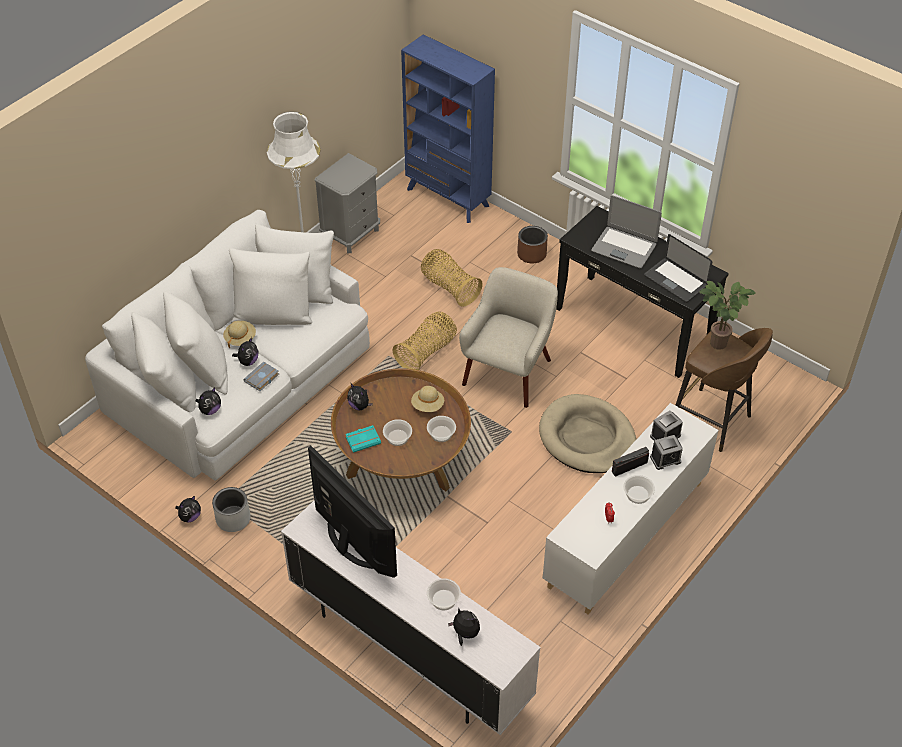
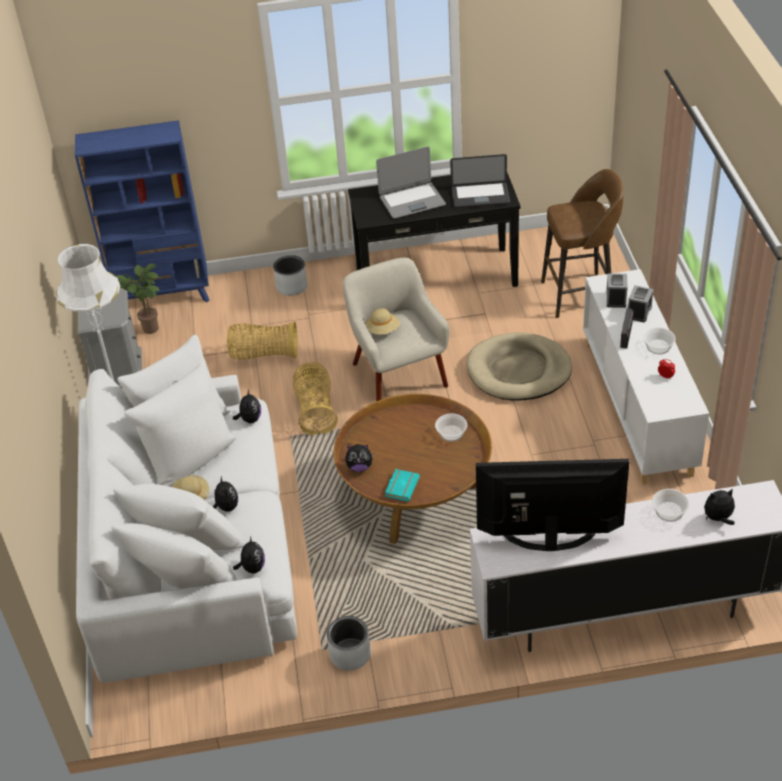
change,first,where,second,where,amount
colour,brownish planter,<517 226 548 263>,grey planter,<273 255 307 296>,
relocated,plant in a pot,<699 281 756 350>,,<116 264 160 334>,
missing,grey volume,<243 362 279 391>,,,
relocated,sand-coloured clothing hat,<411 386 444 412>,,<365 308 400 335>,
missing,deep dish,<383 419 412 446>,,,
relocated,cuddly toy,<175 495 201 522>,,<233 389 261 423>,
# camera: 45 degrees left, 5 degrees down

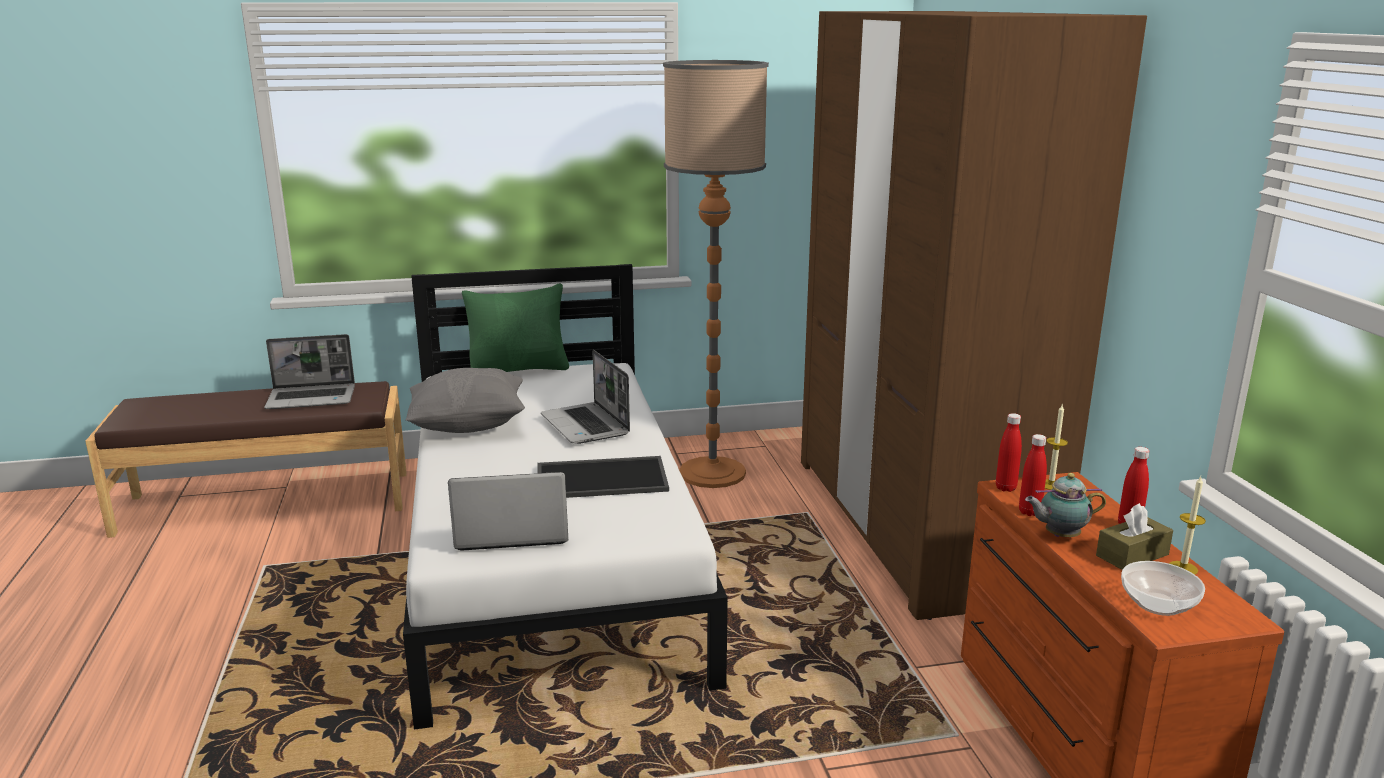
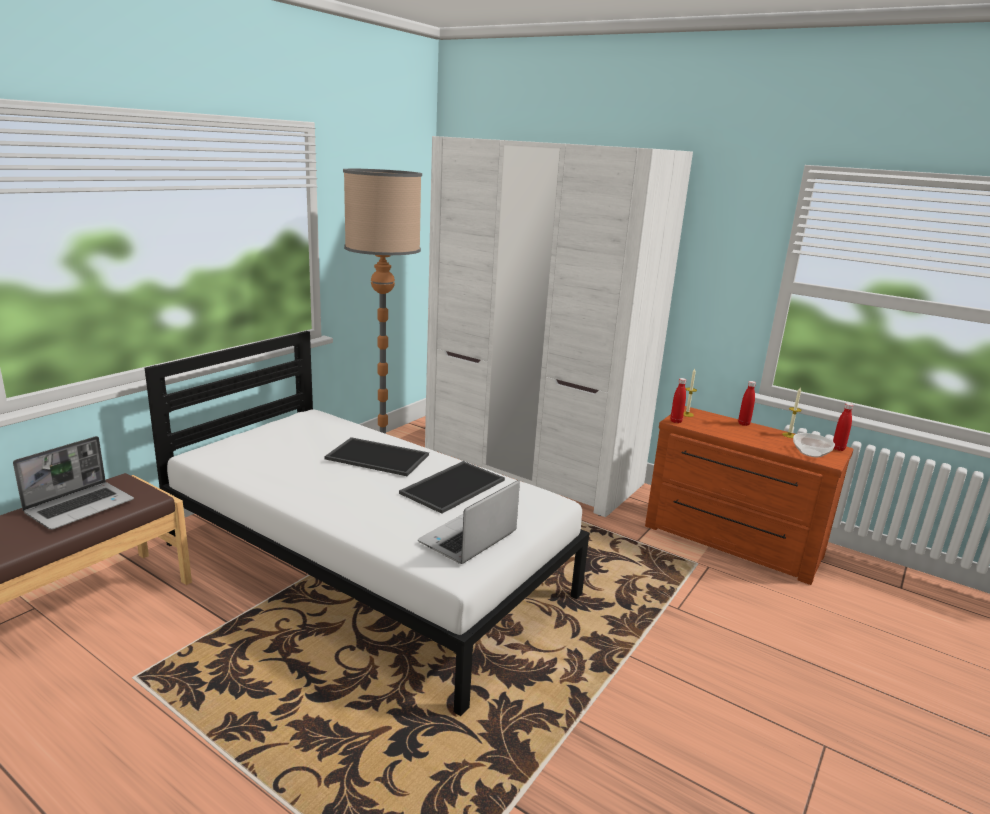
change,first,where,second,where,amount
colour,brownish clothes cupboard,<801 11 1147 620>,white-coloured clothes cupboard,<425 136 693 517>,
missing,greenish pillow,<462 283 569 372>,,,
exchanged,portable computer,<541 350 630 444>,tray,<325 437 429 476>,
missing,grey pillow,<406 368 525 433>,,,
relocated,reddish bottle,<1019 434 1047 516>,,<833 403 853 451>,
missing,pot for tea,<1025 473 1106 537>,,,
missing,brownish tissue holder,<1096 503 1173 570>,,,
# camera: 45 degrees left, 0 degrees up

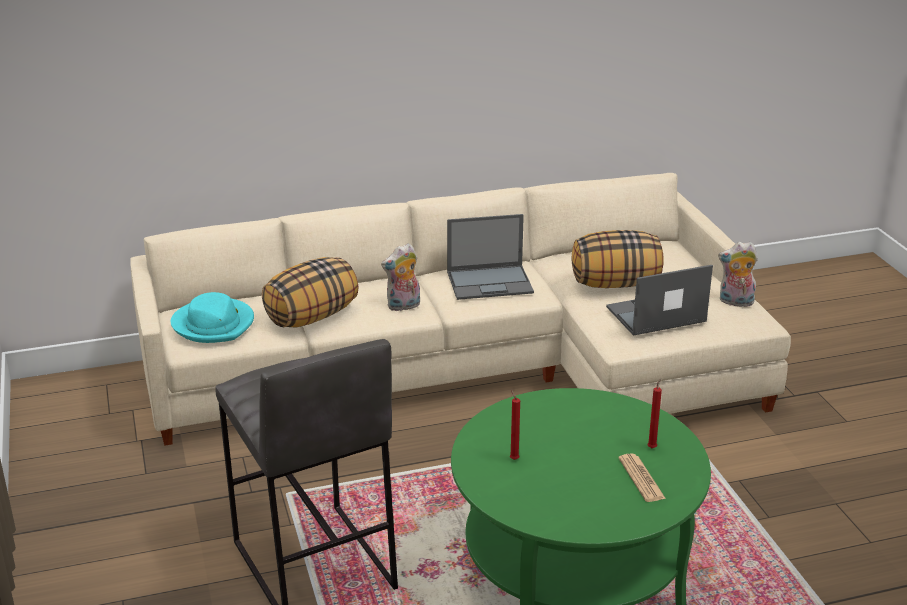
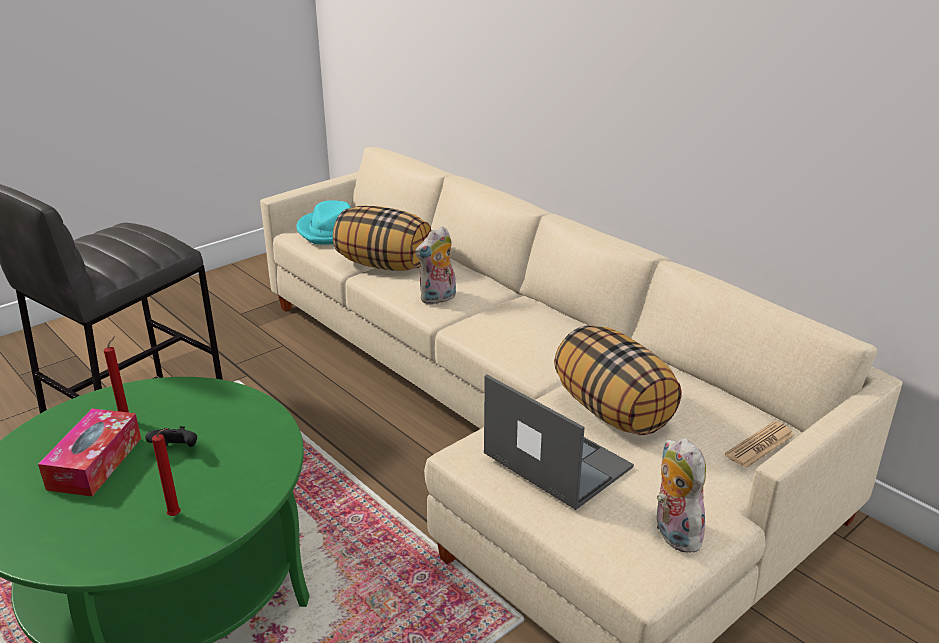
change,first,where,second,where,amount
missing,portable computer,<447 214 534 300>,,,
spun,cuddly toy,<381 244 420 311>,,<415 226 456 305>,75 degrees counterclockwise
relocated,printed paper,<618 453 666 502>,,<725 421 794 468>,
appeared,,,tissue holder,<38 408 141 496>,
appeared,,,black-coloured game controller,<145 426 197 447>,
# camera: 65 degrees right, 0 degrees up

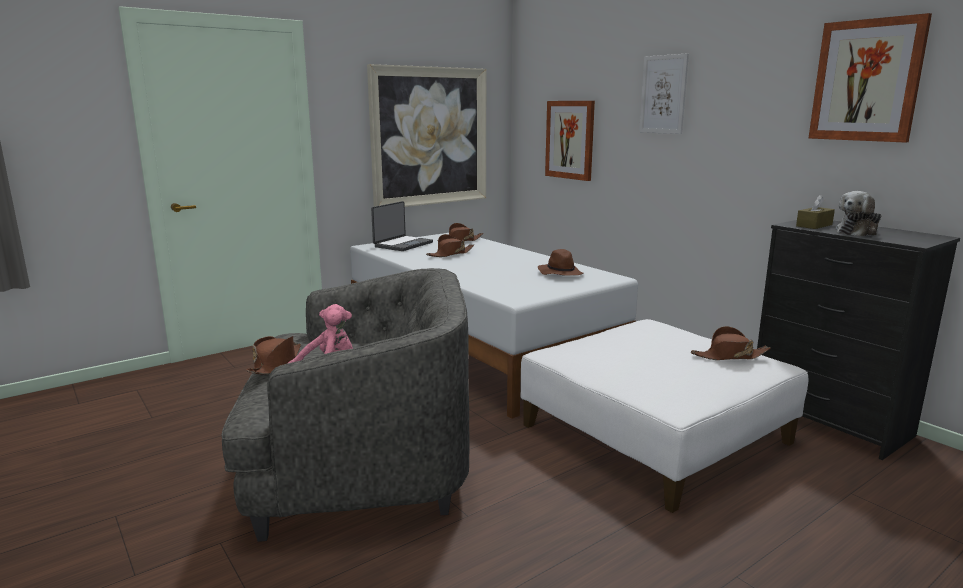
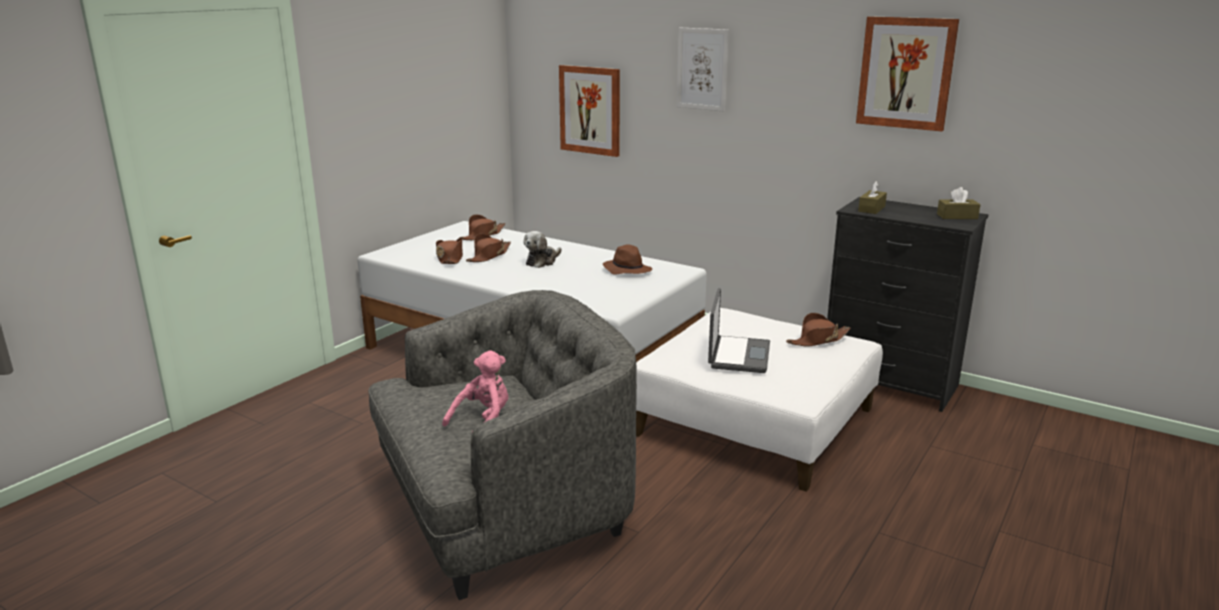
change,first,where,second,where,amount
missing,wall picture,<367 64 486 207>,,,
relocated,cuddly toy,<836 191 881 236>,,<523 231 562 268>,
relocated,portable computer,<371 201 433 251>,,<708 288 770 373>,
relocated,brownish clothing hat,<246 336 301 374>,,<436 237 463 264>,
appeared,,,brownish tissue holder,<937 187 980 219>,
# camera: 20 degrees left, 5 degrees up

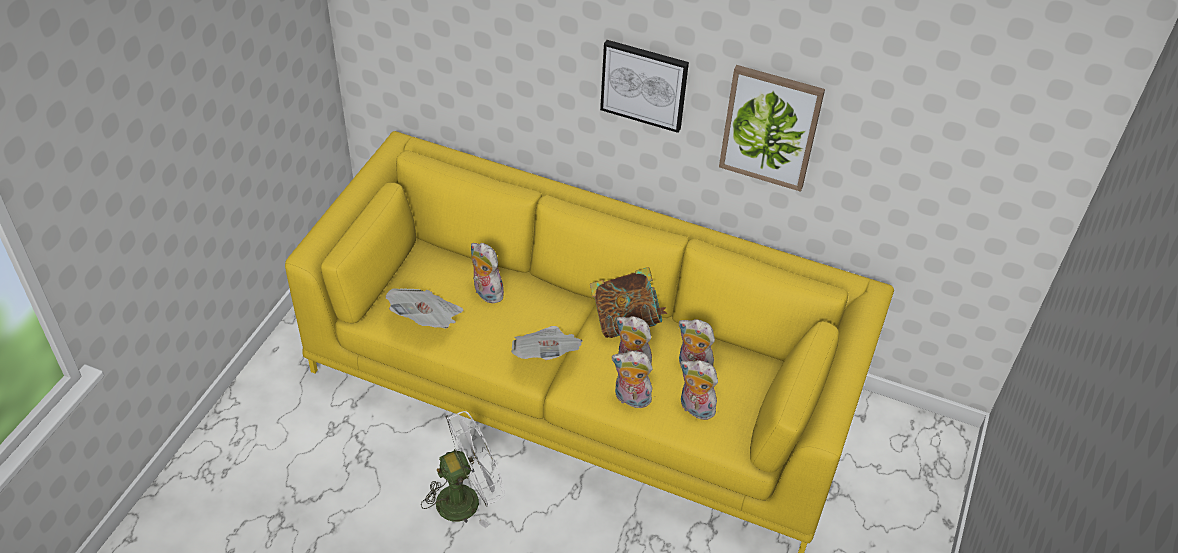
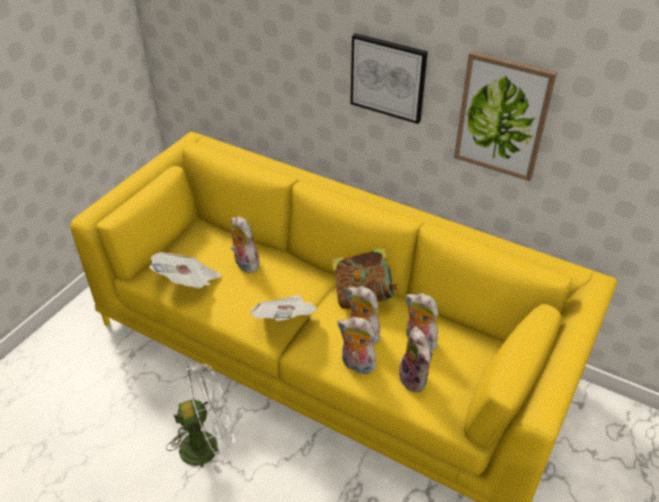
change,first,where,second,where,amount
spun,cuddly toy,<680 360 718 420>,,<396 327 433 392>,150 degrees counterclockwise
# camera: 10 degrees right, 5 degrees down

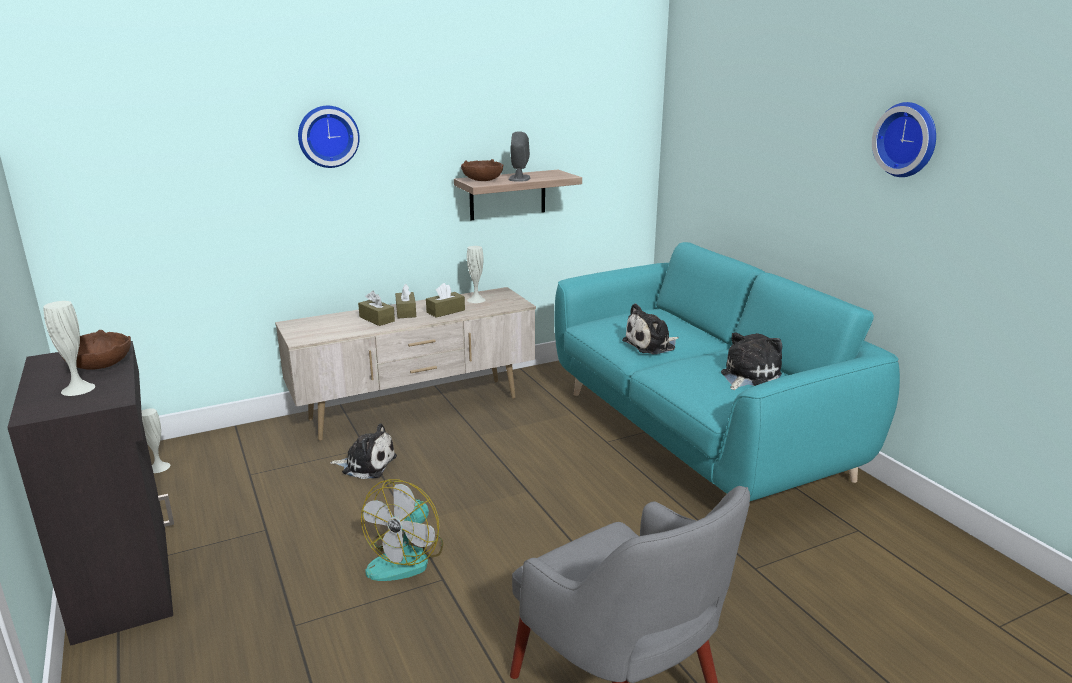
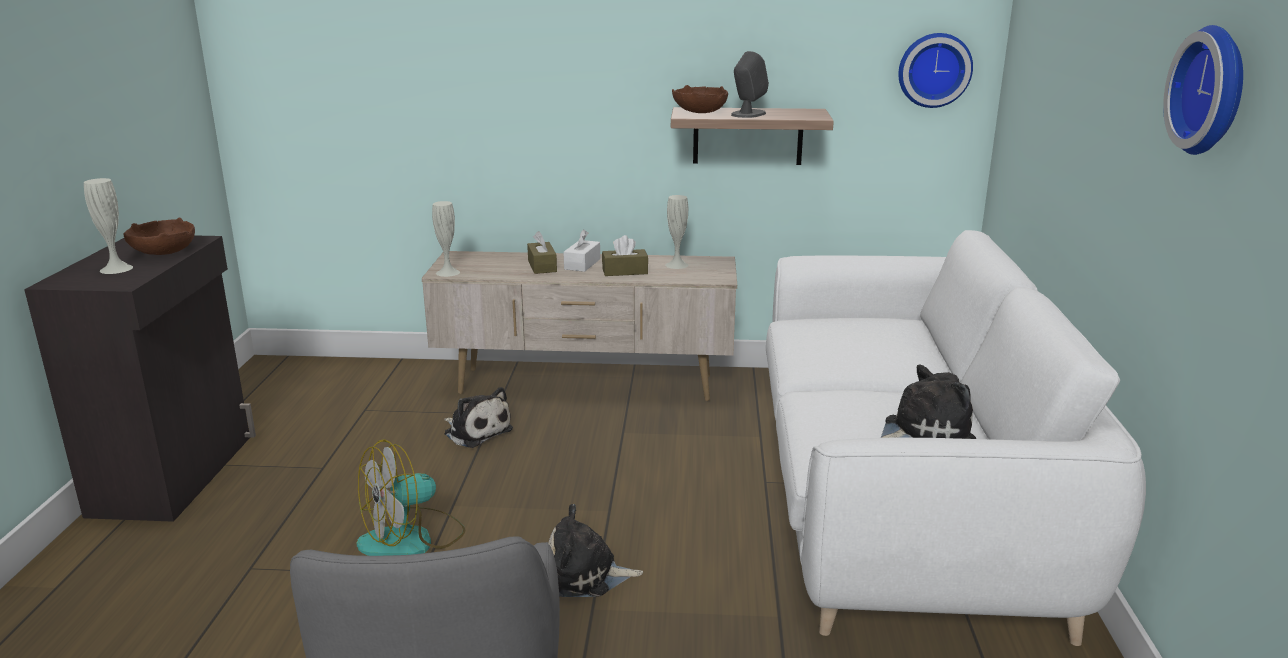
change,first,where,second,where,amount
relocated,wall clock,<298 106 360 168>,,<898 33 973 108>,
colour,blue-green sofa,<554 242 900 501>,white-coloured sofa,<766 230 1146 646>,
colour,brownish tissue holder,<395 284 416 318>,white-coloured tissue holder,<563 229 600 272>,
relocated,cuddly toy,<622 303 679 354>,,<548 504 643 597>,
relocated,white-coloured decorative vase,<142 408 170 473>,,<432 201 460 277>,
# camera: 30 degrees right, 0 degrees up

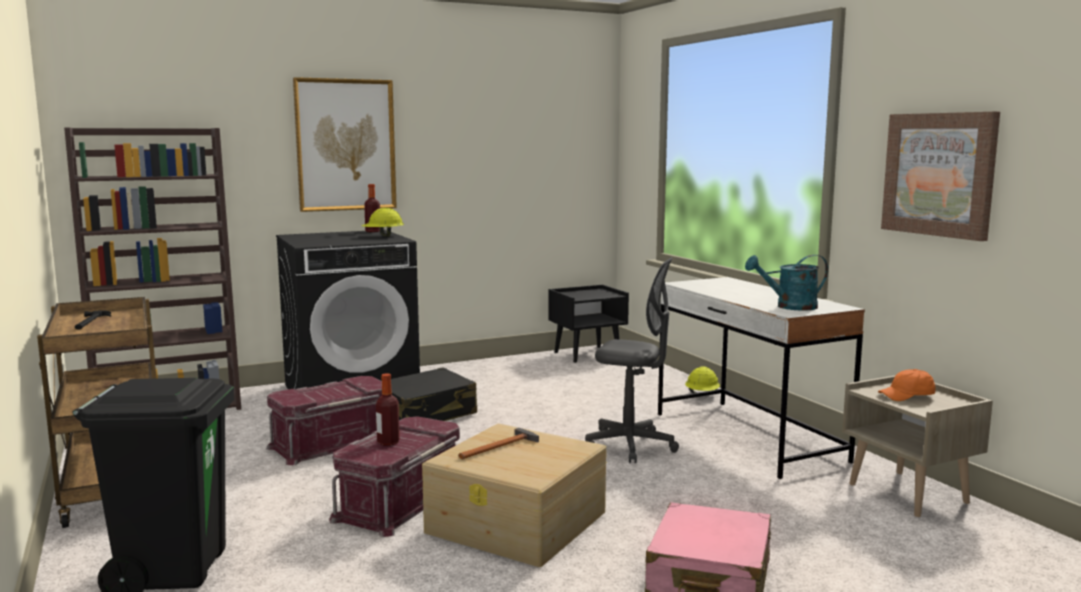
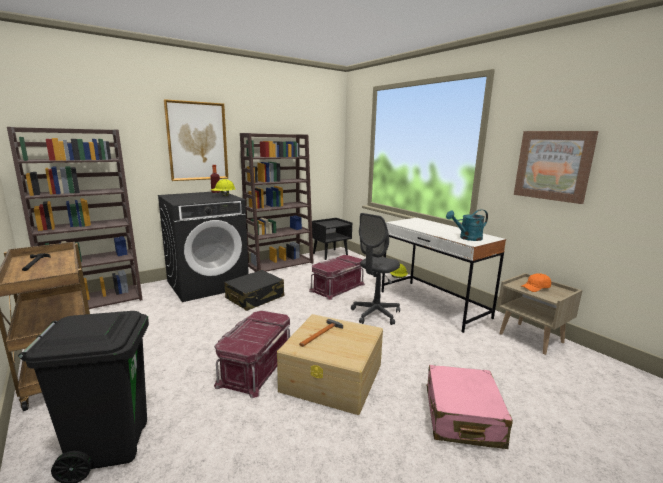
change,first,where,second,where,amount
spun,grey desk chair,<585 257 679 463>,,<351 213 400 325>,120 degrees clockwise
missing,bottle,<376 373 400 446>,,,
relocated,reddish storage container,<266 376 382 465>,,<309 255 365 300>,
appeared,,,brownish shelving unit,<240 133 314 272>,
# camera: 10 degrees left, 5 degrees up

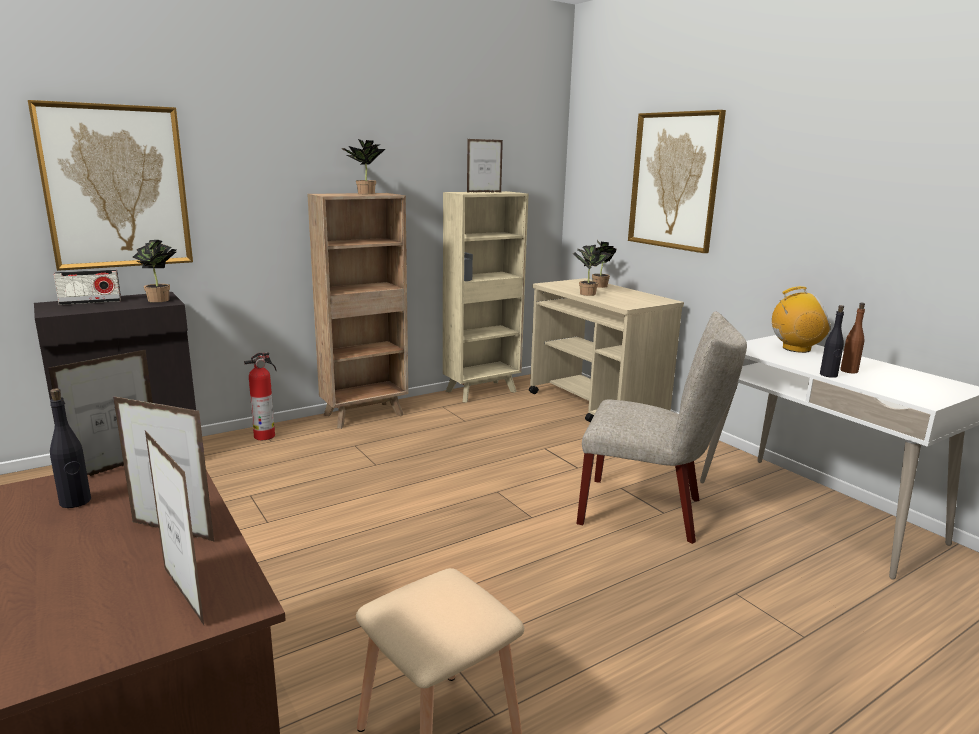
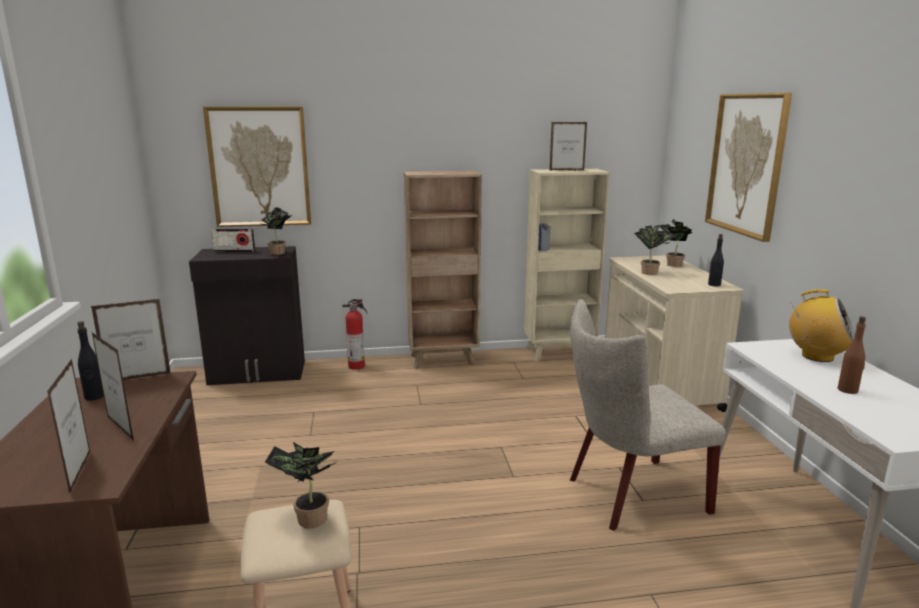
change,first,where,second,where,amount
relocated,plant in a pot,<341 139 385 194>,,<265 442 336 529>,
relocated,black-coloured bottle,<820 305 844 378>,,<708 234 724 287>,
spun,sand-coloured chair,<577 312 747 544>,,<570 299 726 531>,120 degrees clockwise
# camera: 25 degrees right, 0 degrees up

